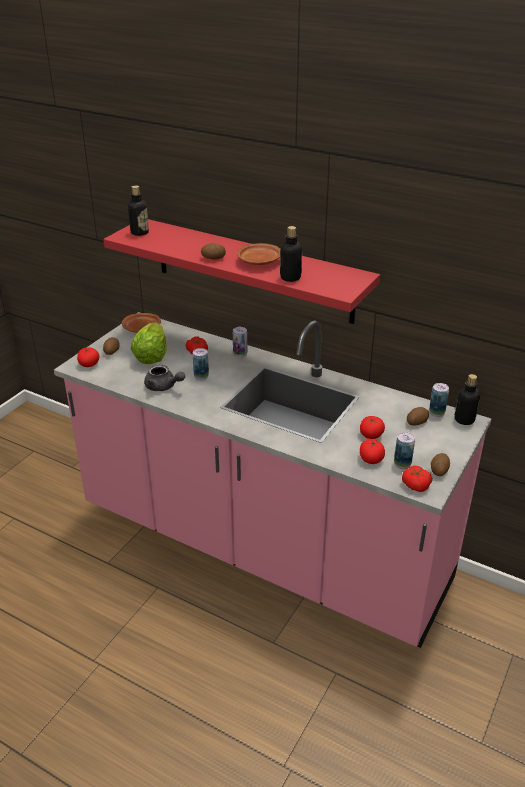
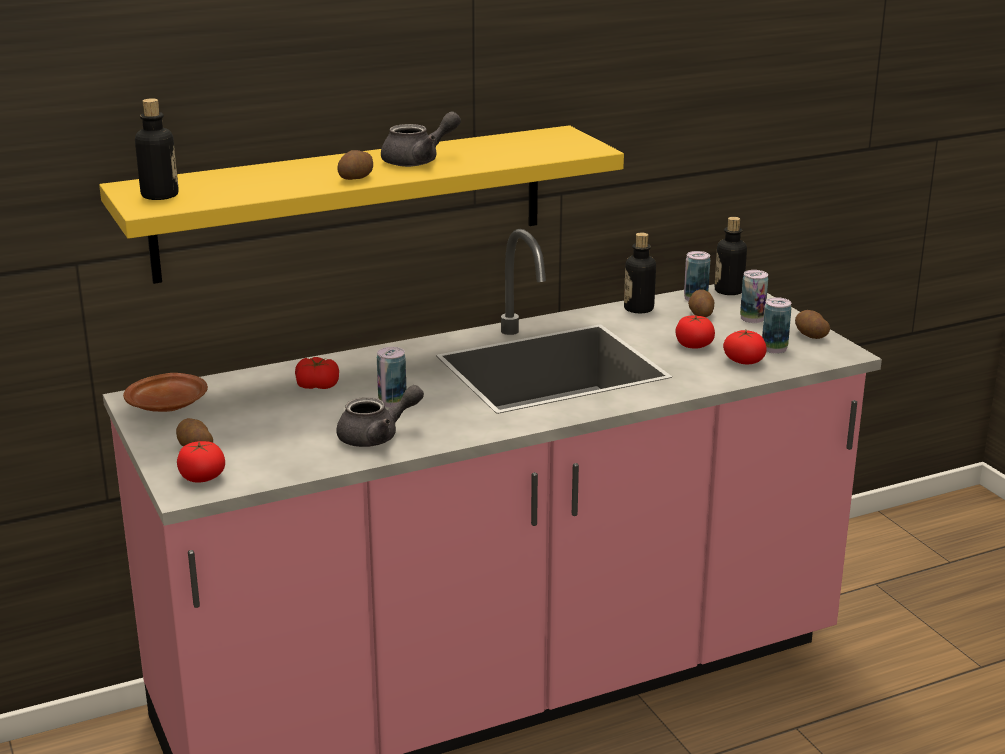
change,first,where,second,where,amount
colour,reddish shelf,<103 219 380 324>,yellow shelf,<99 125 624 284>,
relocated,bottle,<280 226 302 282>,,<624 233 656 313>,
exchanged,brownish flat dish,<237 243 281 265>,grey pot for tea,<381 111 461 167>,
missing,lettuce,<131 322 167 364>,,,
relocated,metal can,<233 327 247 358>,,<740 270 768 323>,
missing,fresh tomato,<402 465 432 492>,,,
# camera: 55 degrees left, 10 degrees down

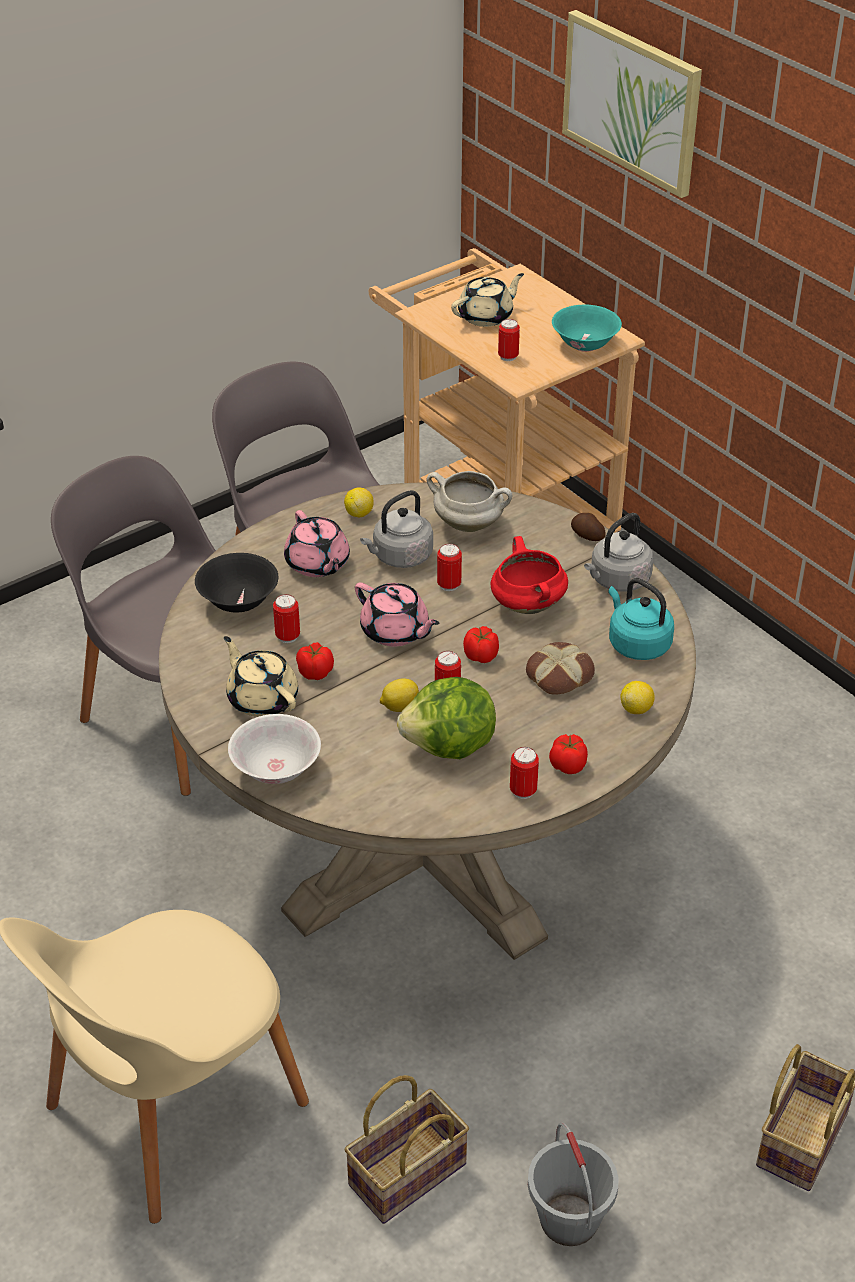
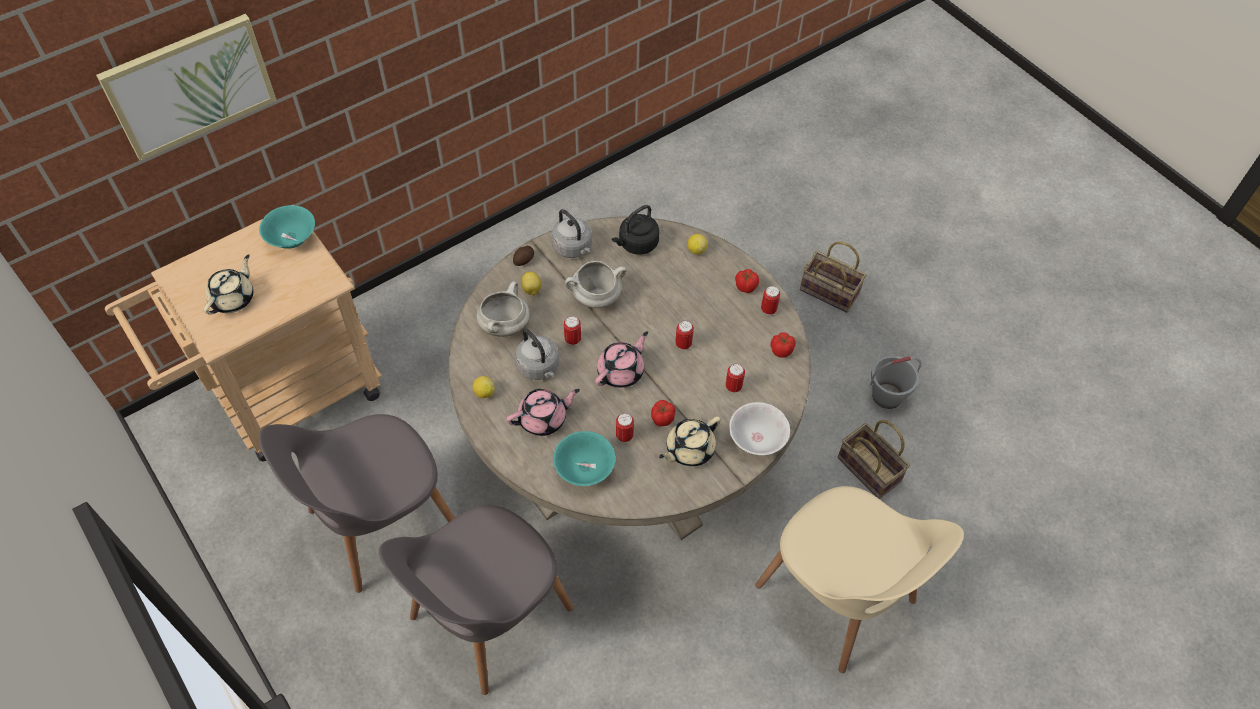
change,first,where,second,where,amount
spun,sand-coloured pot for tea,<451 273 524 327>,,<203 254 254 315>,60 degrees clockwise
relocated,metal can,<498 319 520 361>,,<725 364 745 393>,
colour,reddish saucepot,<491 536 568 614>,white-coloured saucepot,<565 261 627 308>,
colour,black-coloured deep dish,<195 553 278 613>,blue-green deep dish,<553 431 615 486>,
colour,blue-green tea kettle,<608 578 674 660>,black-coloured tea kettle,<612 205 660 255>,
relocated,fresh tomato,<463 626 499 663>,,<771 332 796 358>,
missing,baked bread,<526 642 595 695>,,,
missing,lettuce,<397 677 496 759>,,,
relocated,citrus fruit,<380 678 419 712>,,<521 272 542 295>,
# camera: 90 degrees left, 15 degrees up

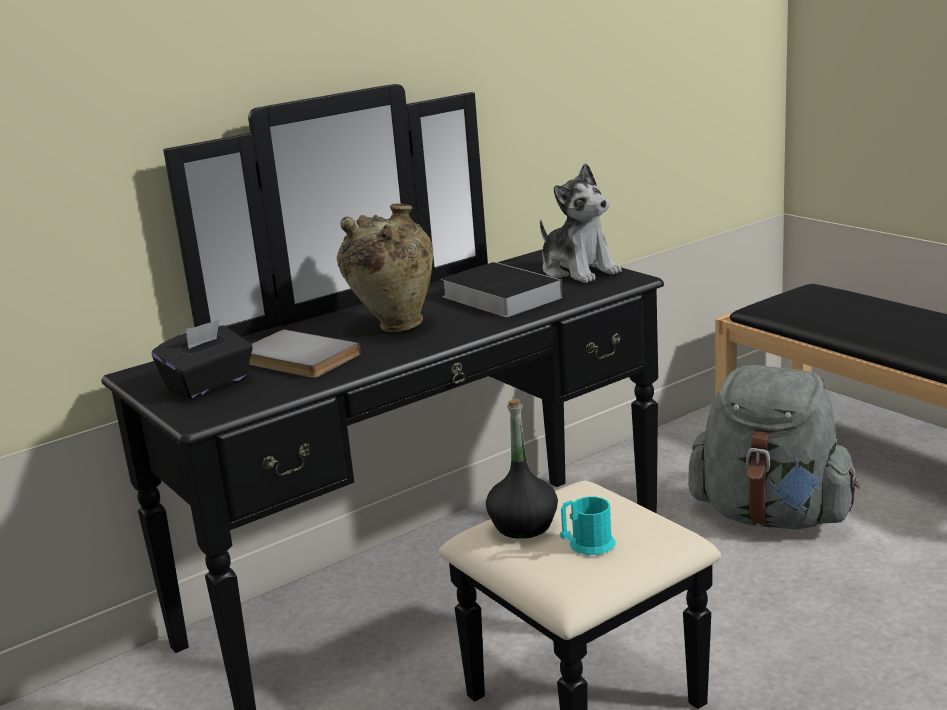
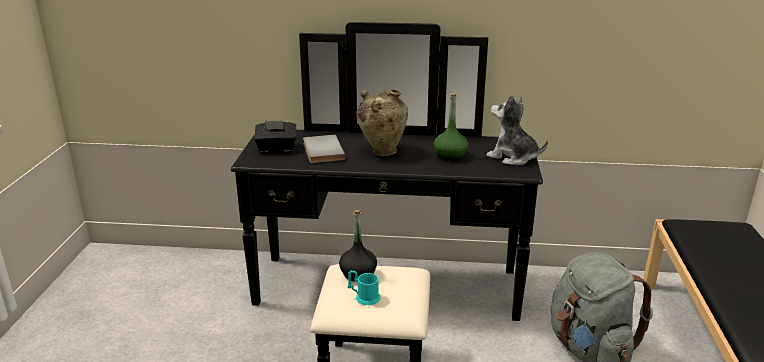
change,first,where,second,where,amount
spun,cuddly toy,<540 163 622 283>,,<486 95 548 165>,120 degrees clockwise
exchanged,volume,<441 262 563 317>,greenish bottle,<434 93 468 161>,
# camera: 40 degrees right, 5 degrees up

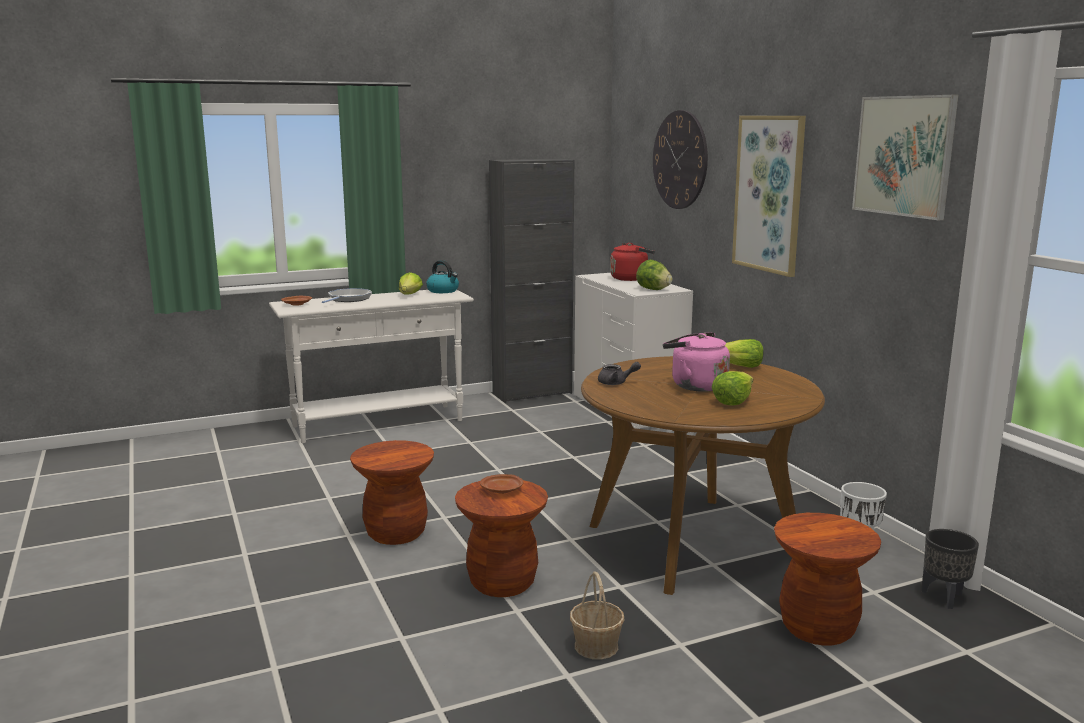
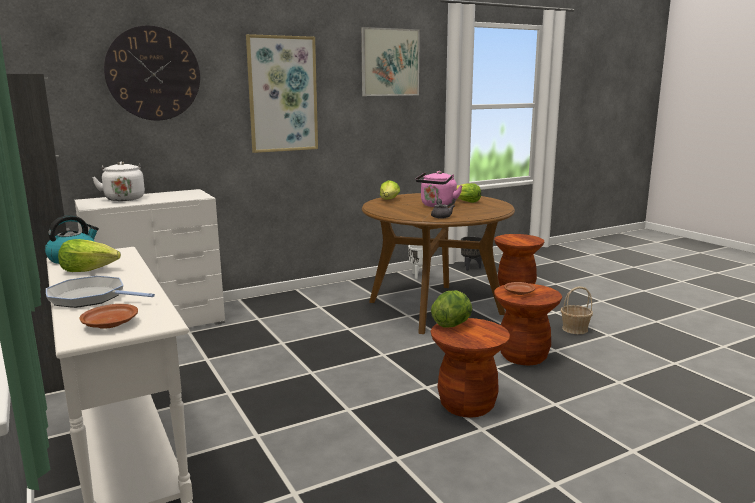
change,first,where,second,where,amount
colour,reddish tea kettle,<610 243 655 281>,white-coloured tea kettle,<92 162 145 201>,
relocated,lettuce,<636 260 673 290>,,<431 290 472 328>,
# camera: 95 degrees left, 0 degrees up

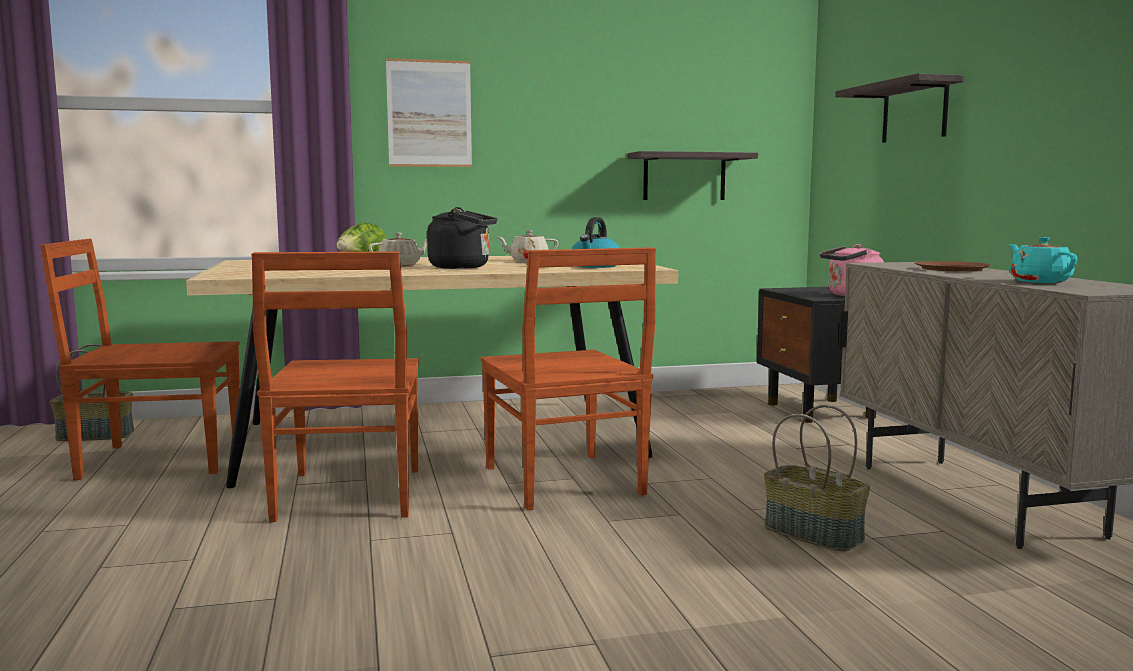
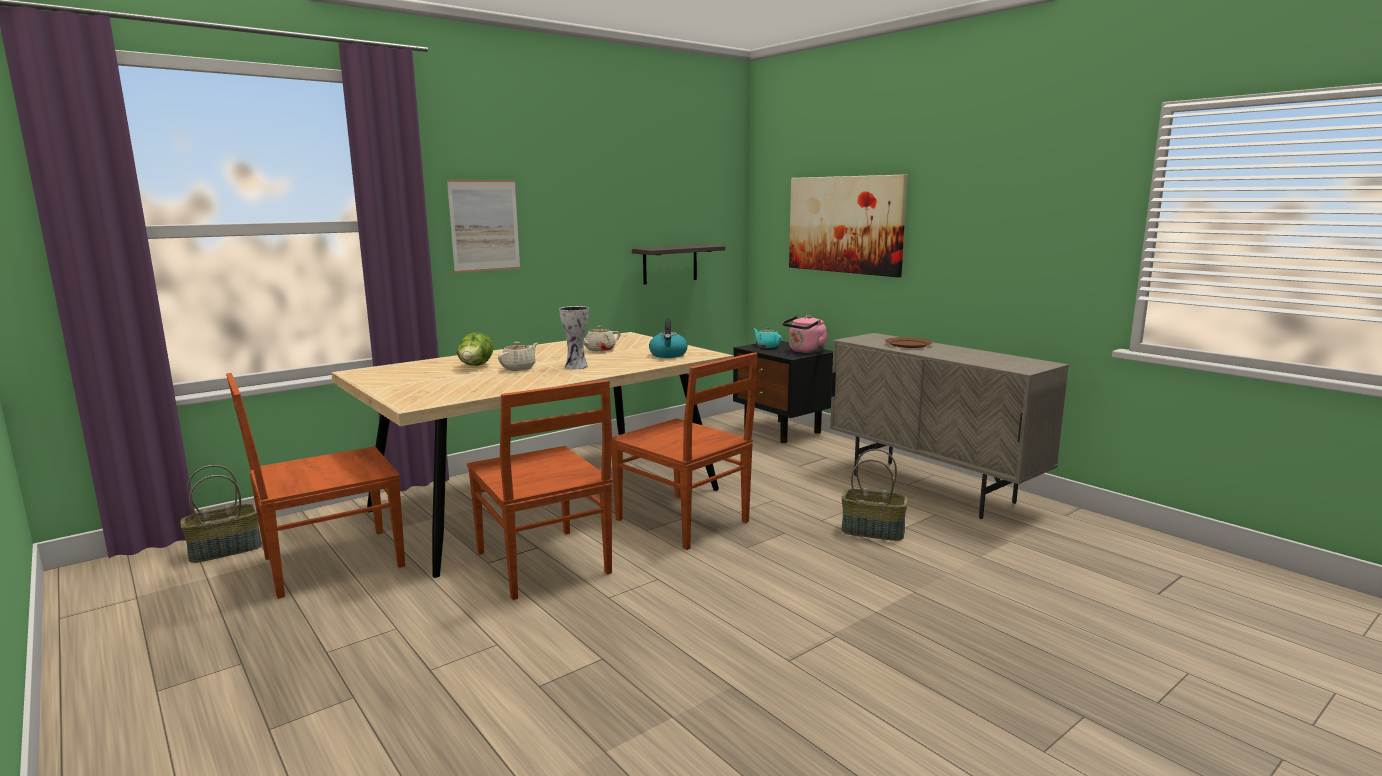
change,first,where,second,where,amount
exchanged,shelf,<835 73 964 143>,wall picture,<789 175 907 277>,
exchanged,black-coloured tea kettle,<427 207 497 269>,decorative vase,<559 306 589 369>,
relocated,blue-green pot for tea,<1009 237 1077 283>,,<754 327 782 348>,
# camera: 25 degrees left, 5 degrees up

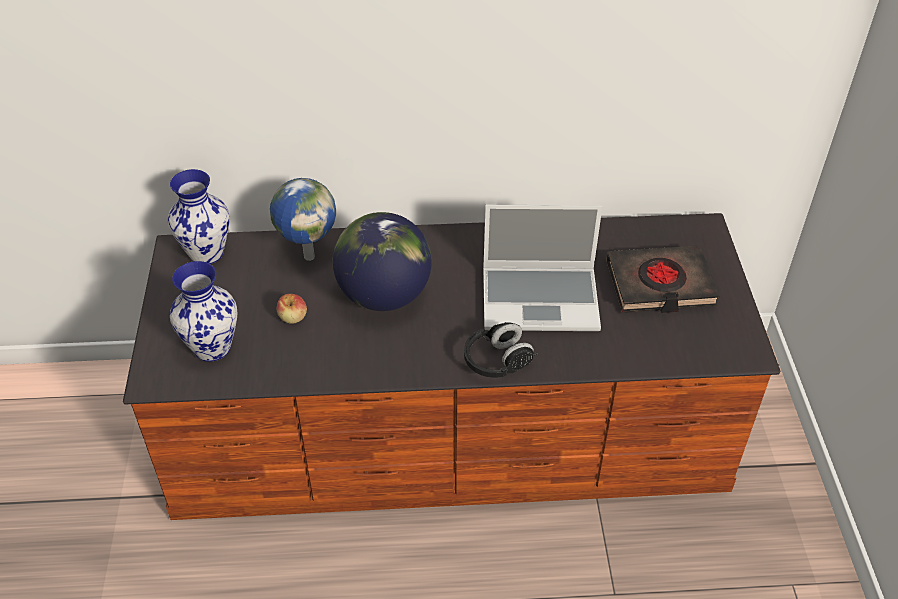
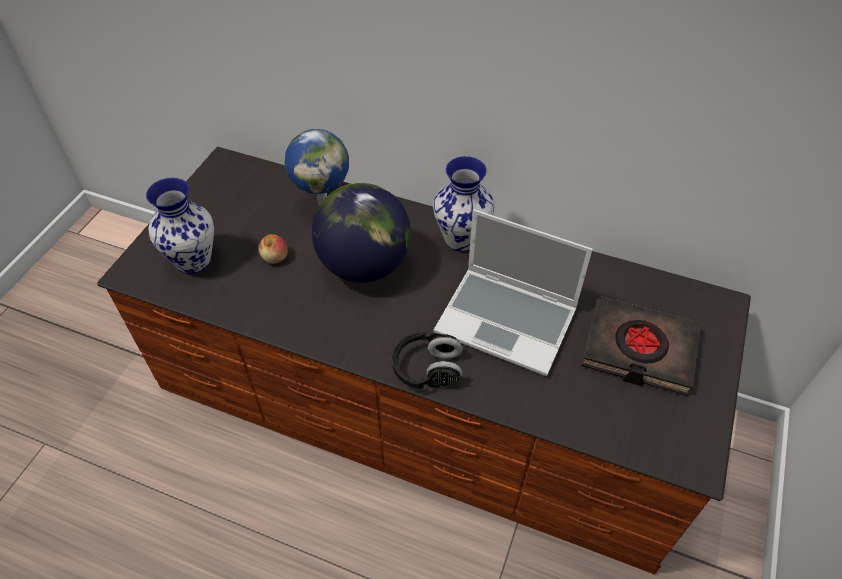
change,first,where,second,where,amount
relocated,decorative vase,<168 169 229 264>,,<433 156 494 252>,
# camera: 25 degrees right, 5 degrees up

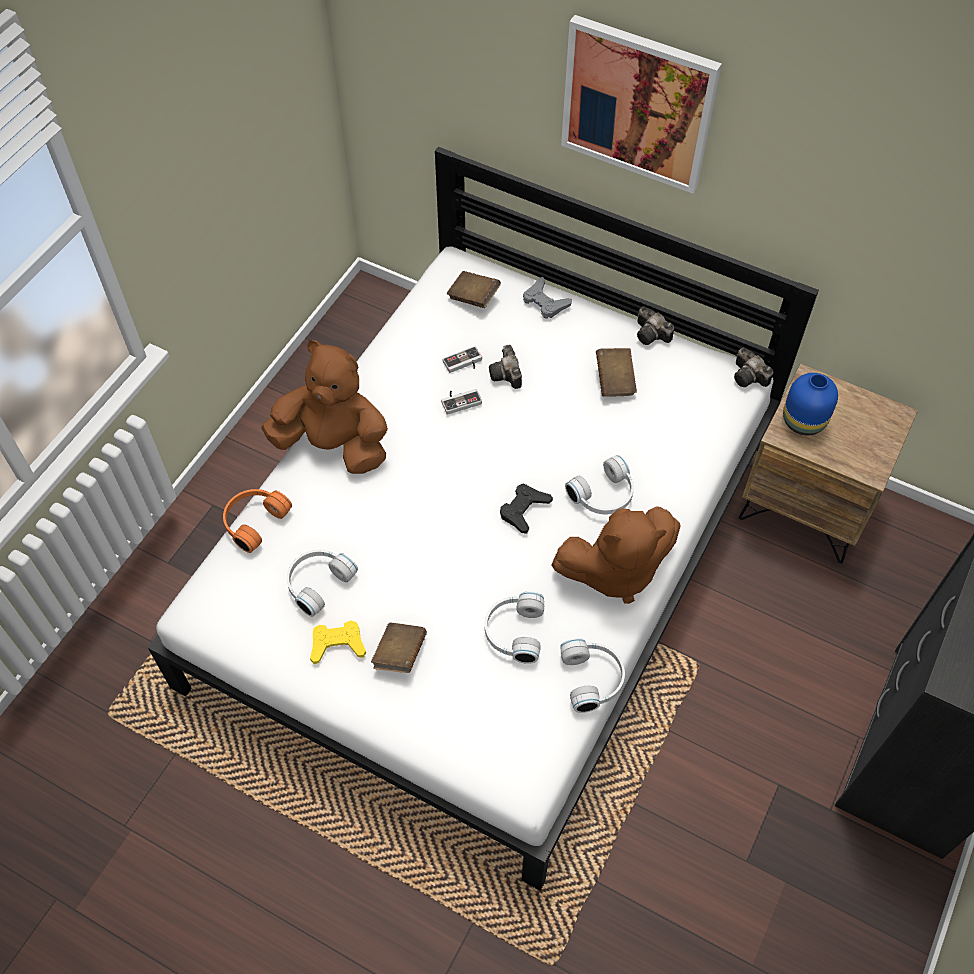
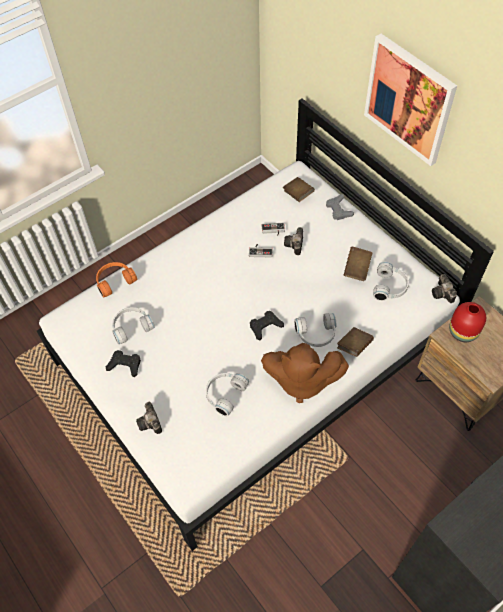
change,first,where,second,where,amount
relocated,still camera,<637 306 674 345>,,<136 402 162 434>,
missing,brownish cuddly toy,<261 341 388 474>,,,
colour,bluish decorative vase,<783 373 838 435>,reddish decorative vase,<449 302 486 342>,
colour,yellow game controller,<310 621 366 664>,black-coloured game controller,<106 350 141 377>,
relocated,brownish volume,<371 623 427 673>,,<337 327 374 357>,
relocated,white-coloured pair of headphones,<560 638 625 713>,,<373 262 409 301>,
# camera: 25 degrees right, 0 degrees up

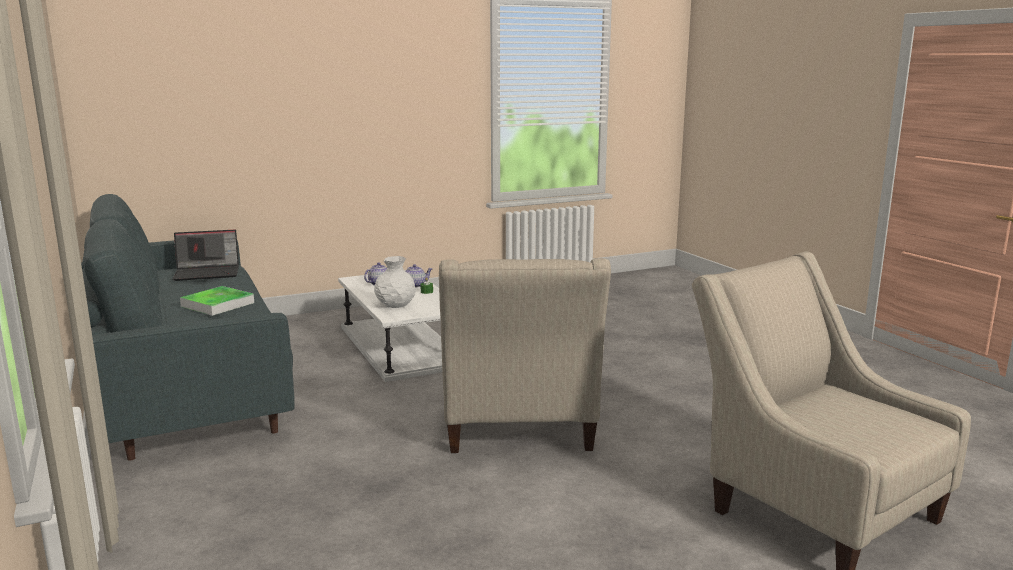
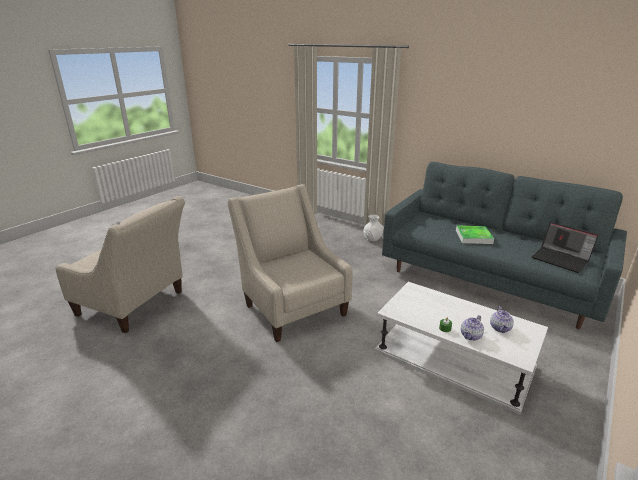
change,first,where,second,where,amount
spun,portable computer,<173 230 239 281>,,<531 222 598 273>,90 degrees counterclockwise
relocated,white-coloured decorative vase,<374 256 416 308>,,<363 215 384 242>,
# camera: 150 degrees right, 10 degrees up

